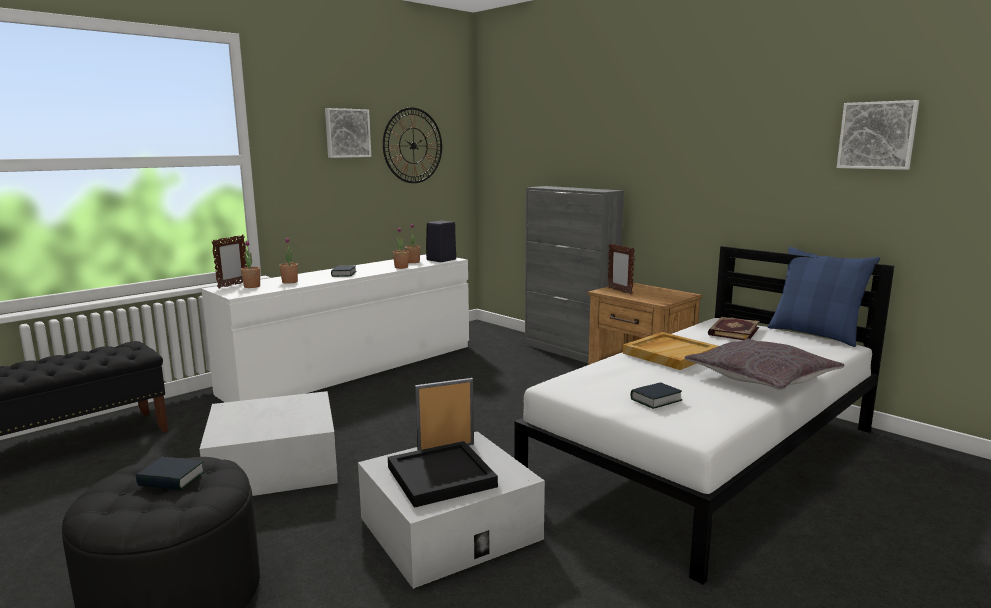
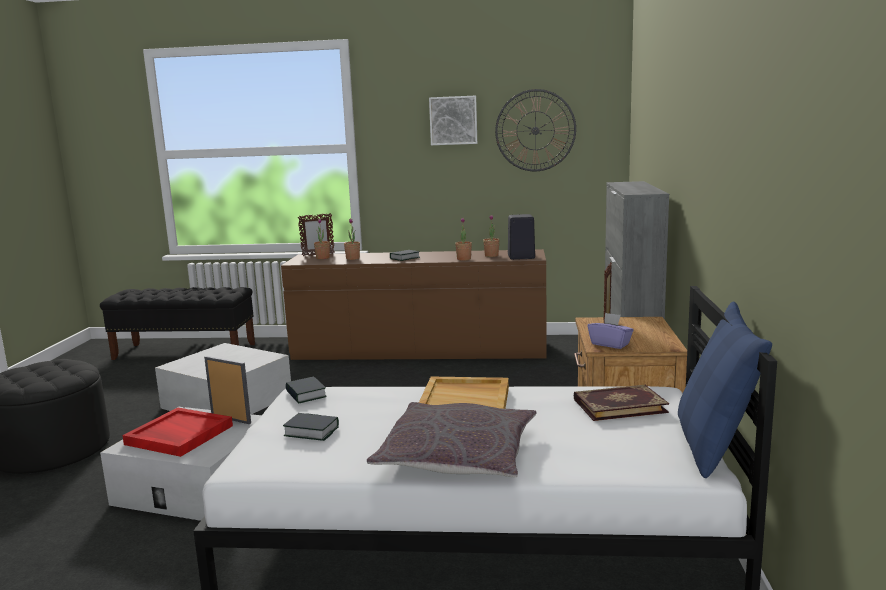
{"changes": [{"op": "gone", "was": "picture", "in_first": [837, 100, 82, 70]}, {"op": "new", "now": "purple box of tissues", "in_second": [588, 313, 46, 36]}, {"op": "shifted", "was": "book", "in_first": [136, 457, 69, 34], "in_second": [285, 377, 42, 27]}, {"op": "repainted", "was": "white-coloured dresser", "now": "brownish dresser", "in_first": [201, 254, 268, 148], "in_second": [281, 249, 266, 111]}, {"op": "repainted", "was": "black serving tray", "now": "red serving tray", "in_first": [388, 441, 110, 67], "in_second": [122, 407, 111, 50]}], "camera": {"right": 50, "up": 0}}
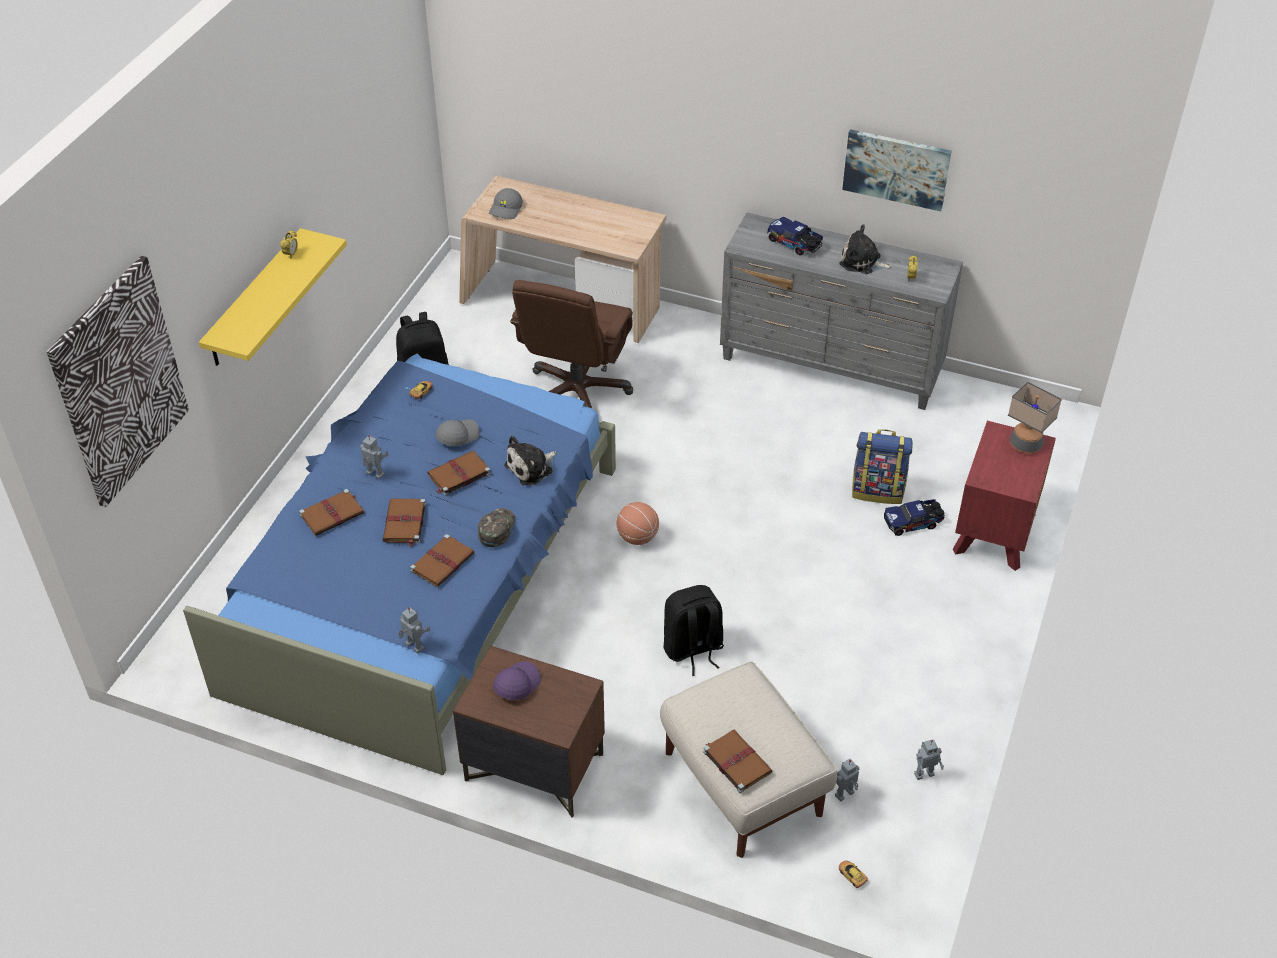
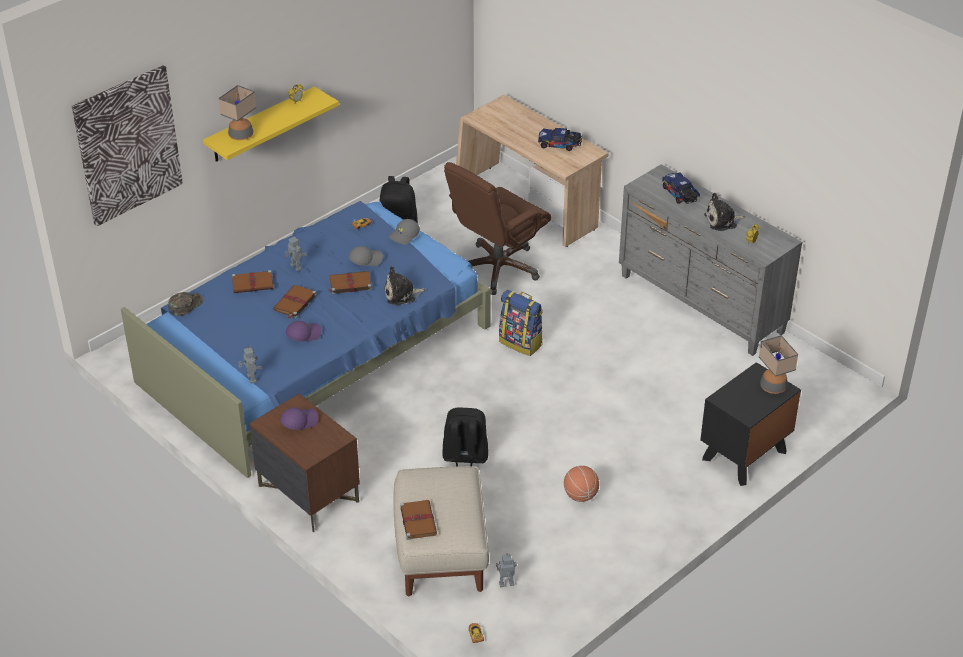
{"changes": [{"op": "gone", "was": "picture", "in_first": [842, 129, 110, 82]}, {"op": "gone", "was": "model robot", "in_first": [914, 739, 30, 41]}, {"op": "new", "now": "lamp for a table", "in_second": [219, 85, 37, 55]}, {"op": "shifted", "was": "greenish baseball cap", "in_first": [478, 508, 38, 39], "in_second": [168, 292, 36, 24]}, {"op": "shifted", "was": "grey baseball cap", "in_first": [489, 188, 34, 31], "in_second": [389, 219, 31, 26]}, {"op": "shifted", "was": "basketball", "in_first": [617, 502, 42, 43], "in_second": [564, 466, 35, 36]}, {"op": "shifted", "was": "knapsack", "in_first": [852, 429, 61, 75], "in_second": [499, 290, 44, 66]}, {"op": "shifted", "was": "toy lorry", "in_first": [884, 499, 60, 37], "in_second": [538, 128, 44, 23]}, {"op": "swapped", "was": "brownish book", "now": "purple baseball cap", "in_first": [410, 534, 65, 53], "in_second": [286, 321, 35, 21]}, {"op": "repainted", "was": "red bedside table", "now": "black bedside table", "in_first": [953, 421, 103, 150], "in_second": [700, 362, 101, 124]}, {"op": "rotated", "was": "soft toy", "in_first": [840, 224, 53, 50], "in_second": [704, 193, 41, 38], "clockwise": -60}], "camera": {"right": 25, "up": -5}}
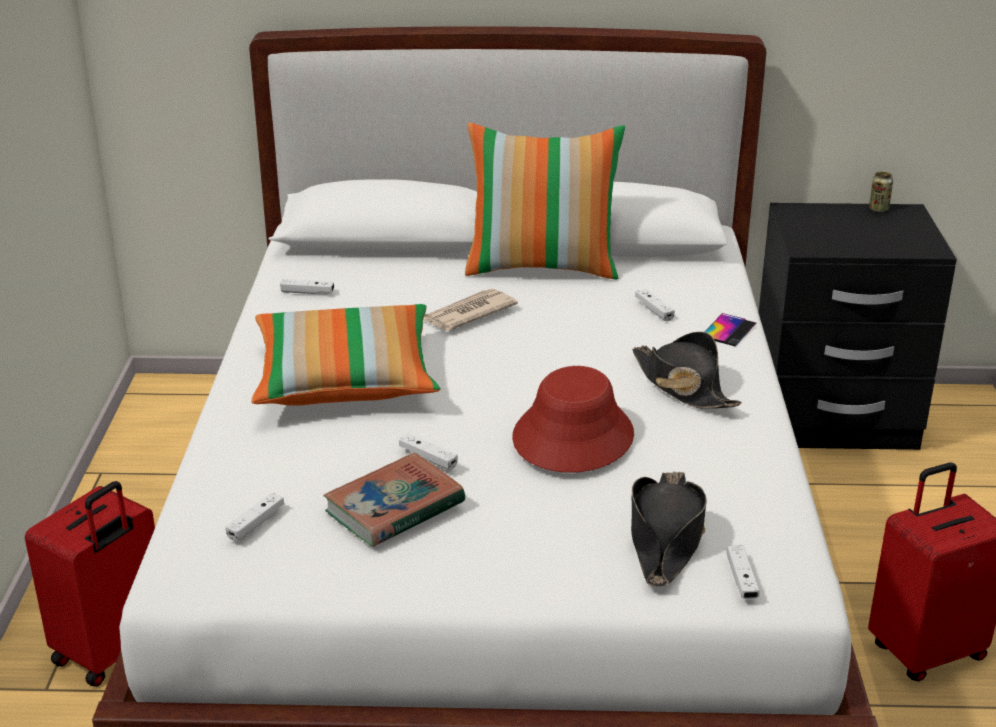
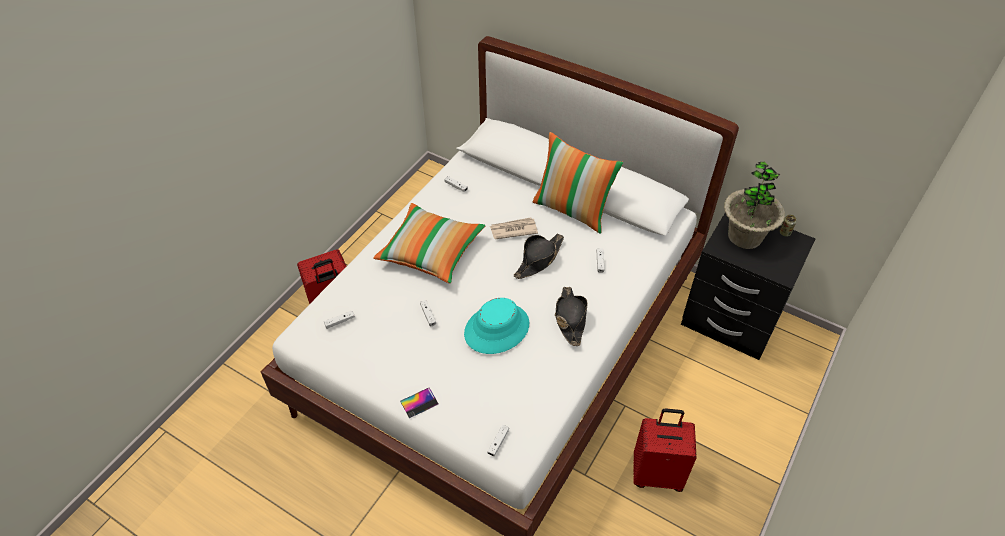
{"changes": [{"op": "gone", "was": "book", "in_first": [323, 453, 142, 94]}, {"op": "new", "now": "houseplant", "in_second": [724, 162, 61, 87]}, {"op": "shifted", "was": "black clothing hat", "in_first": [631, 472, 76, 114], "in_second": [514, 233, 50, 46]}, {"op": "shifted", "was": "telephone", "in_first": [704, 313, 52, 33], "in_second": [400, 388, 39, 30]}, {"op": "repainted", "was": "red clothing hat", "now": "turquoise-coloured clothing hat", "in_first": [512, 366, 122, 107], "in_second": [464, 298, 65, 56]}], "camera": {"right": 30, "up": 20}}
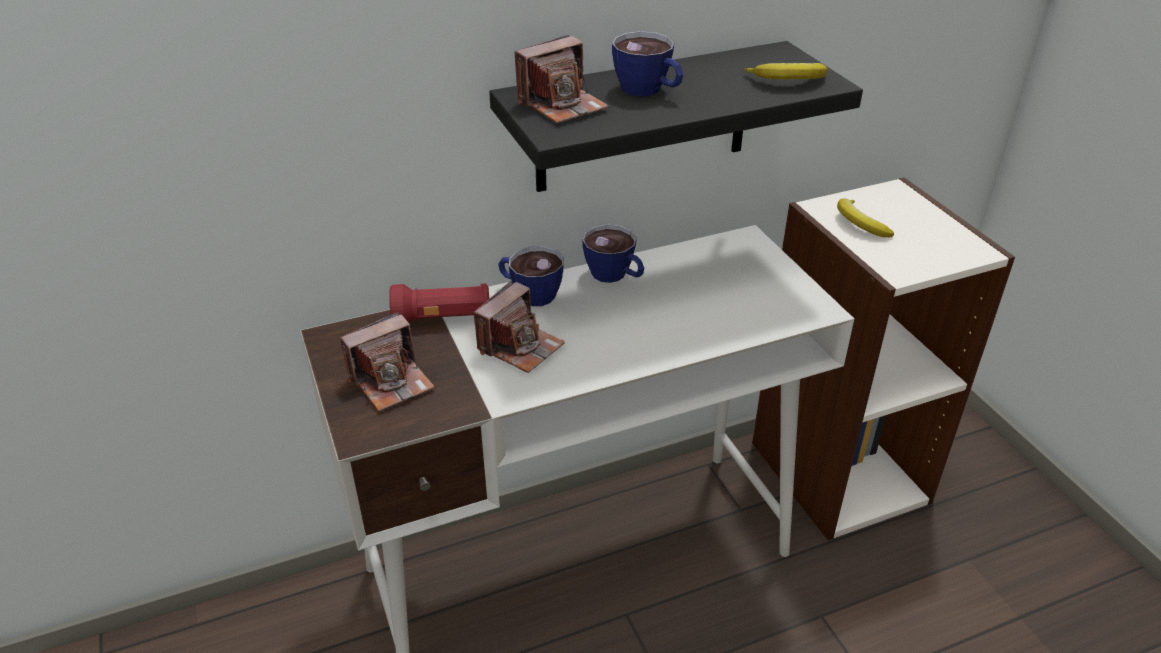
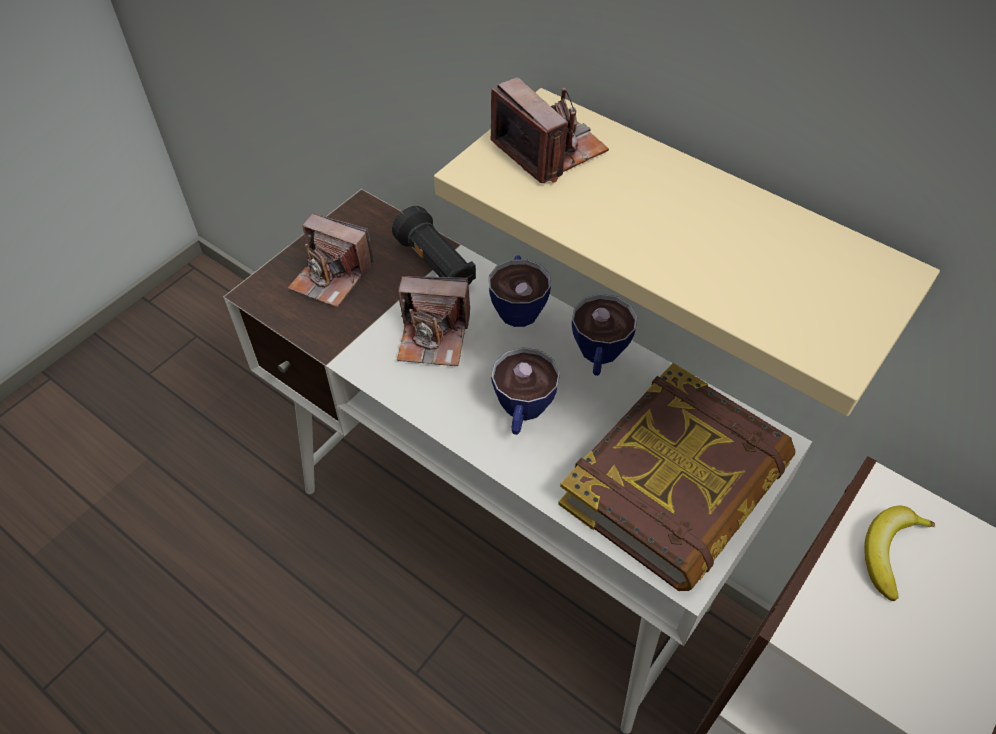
{"changes": [{"op": "gone", "was": "banana", "in_first": [744, 63, 84, 16]}, {"op": "new", "now": "book", "in_second": [558, 363, 237, 228]}, {"op": "shifted", "was": "cup", "in_first": [612, 31, 71, 65], "in_second": [491, 347, 69, 88]}, {"op": "repainted", "was": "red hand torch", "now": "black hand torch", "in_first": [389, 283, 100, 40], "in_second": [392, 206, 84, 79]}, {"op": "repainted", "was": "black shelf", "now": "beige shelf", "in_first": [489, 41, 374, 151], "in_second": [434, 88, 506, 328]}, {"op": "rotated", "was": "photo camera", "in_first": [515, 35, 94, 88], "in_second": [491, 77, 118, 106], "clockwise": -150}], "camera": {"right": 60, "up": 15}}
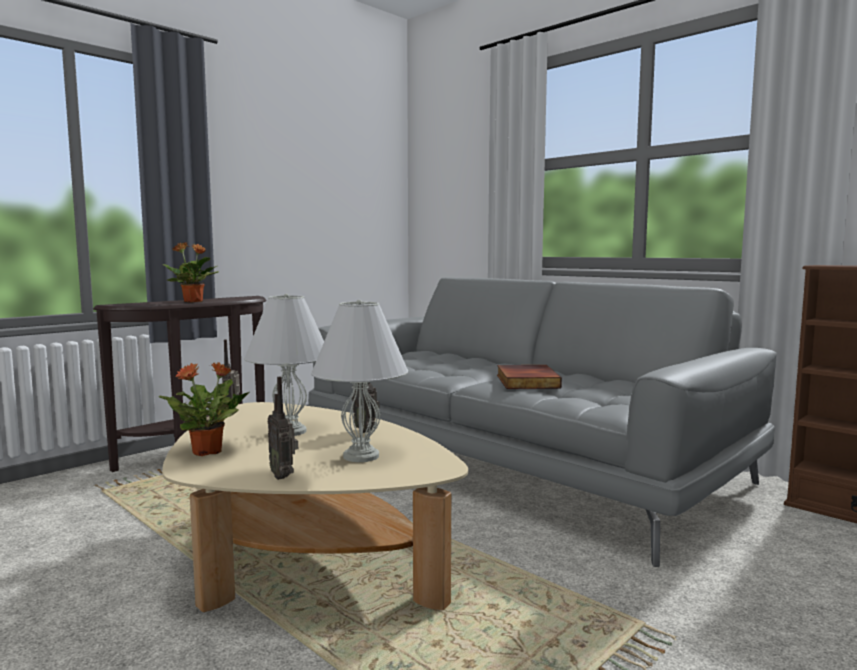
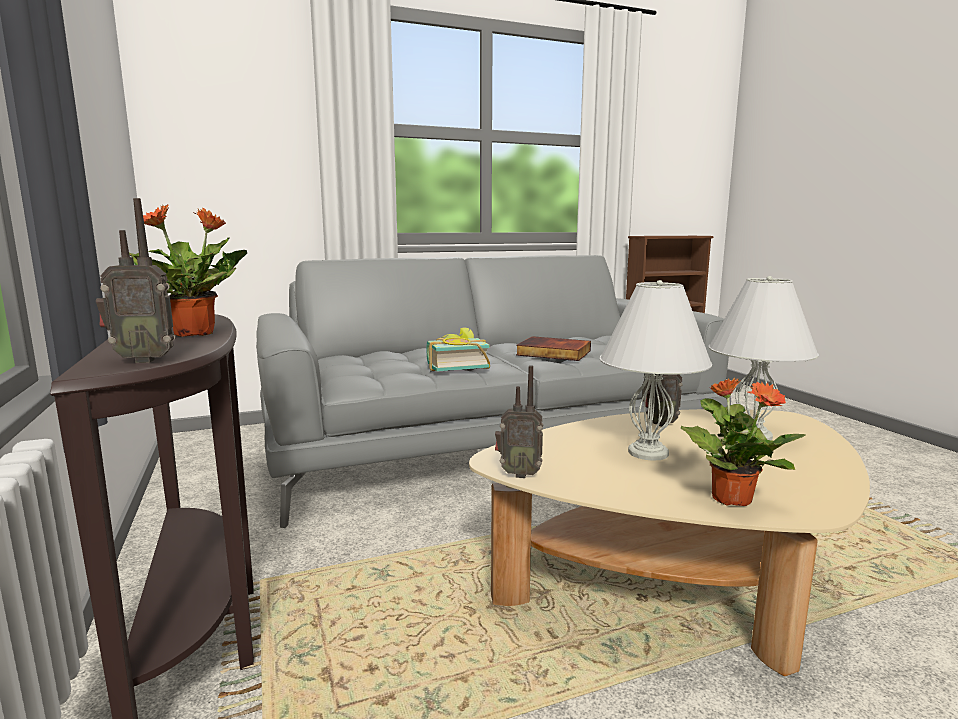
{"changes": [{"op": "new", "now": "book", "in_second": [426, 327, 64, 44]}, {"op": "shifted", "was": "radio", "in_first": [268, 377, 30, 103], "in_second": [96, 198, 80, 165]}], "camera": {"right": -65, "up": 5}}
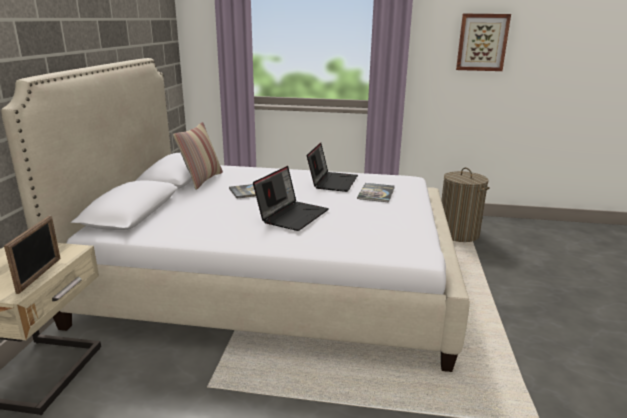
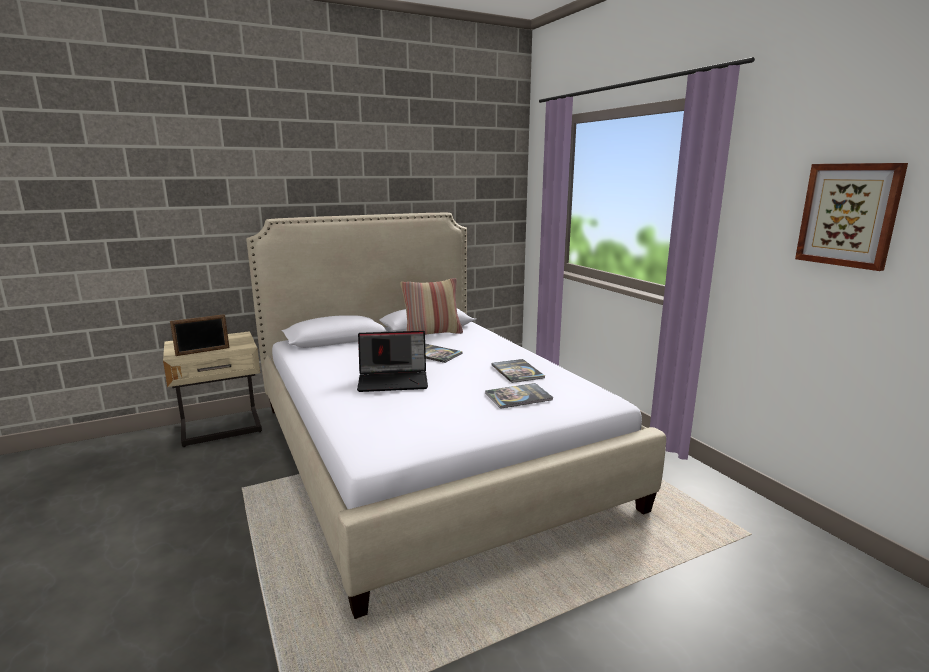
{"changes": [{"op": "gone", "was": "hamper", "in_first": [441, 168, 49, 74]}, {"op": "swapped", "was": "notebook computer", "now": "book", "in_first": [307, 143, 51, 49], "in_second": [491, 359, 54, 24]}], "camera": {"right": 55, "up": -5}}
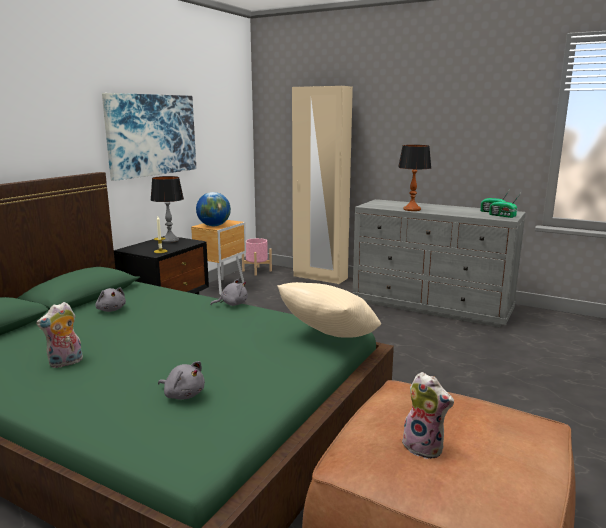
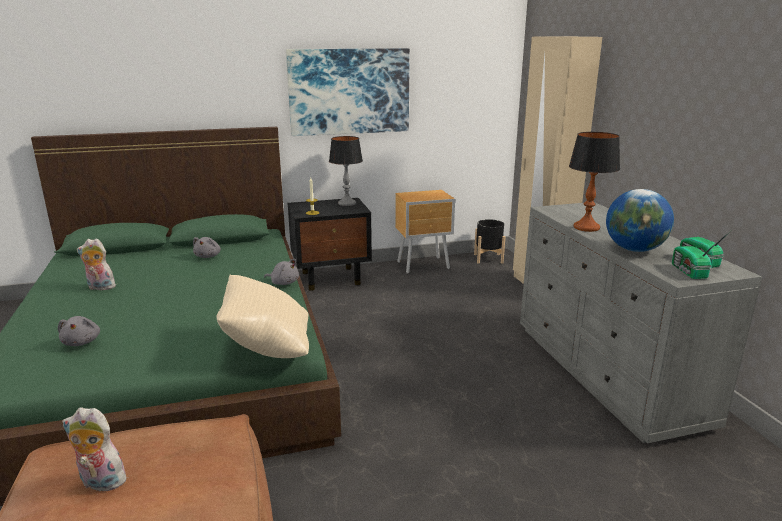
{"changes": [{"op": "shifted", "was": "desk globe", "in_first": [196, 192, 35, 34], "in_second": [606, 189, 68, 63]}, {"op": "repainted", "was": "pink planter", "now": "black planter", "in_first": [242, 238, 30, 38], "in_second": [474, 219, 31, 45]}, {"op": "rotated", "was": "soft toy", "in_first": [402, 372, 52, 87], "in_second": [62, 407, 65, 85], "clockwise": 105}], "camera": {"right": 45, "up": 5}}
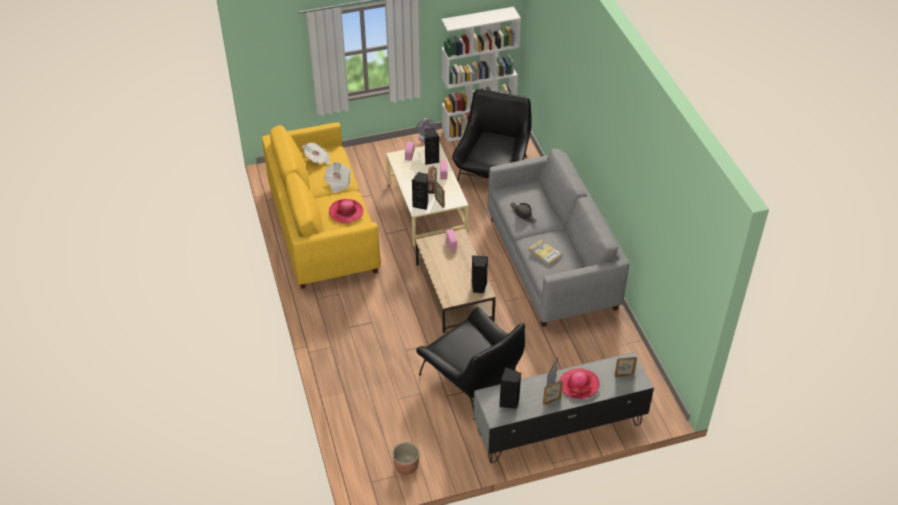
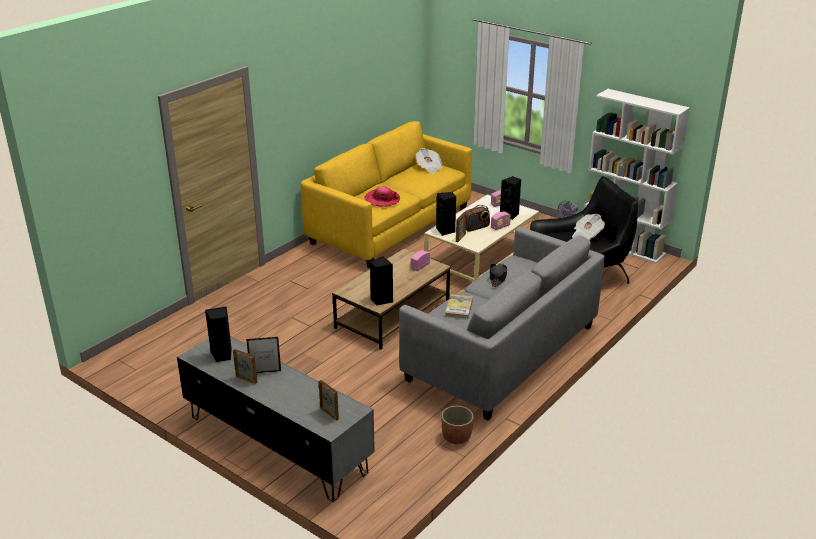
{"changes": [{"op": "gone", "was": "black armchair", "in_first": [416, 307, 109, 113]}, {"op": "gone", "was": "clothing hat", "in_first": [559, 368, 41, 31]}, {"op": "shifted", "was": "newspaper", "in_first": [324, 162, 27, 31], "in_second": [572, 214, 33, 27]}, {"op": "shifted", "was": "planter", "in_first": [392, 442, 27, 33], "in_second": [441, 406, 32, 38]}], "camera": {"right": 55, "up": -15}}
